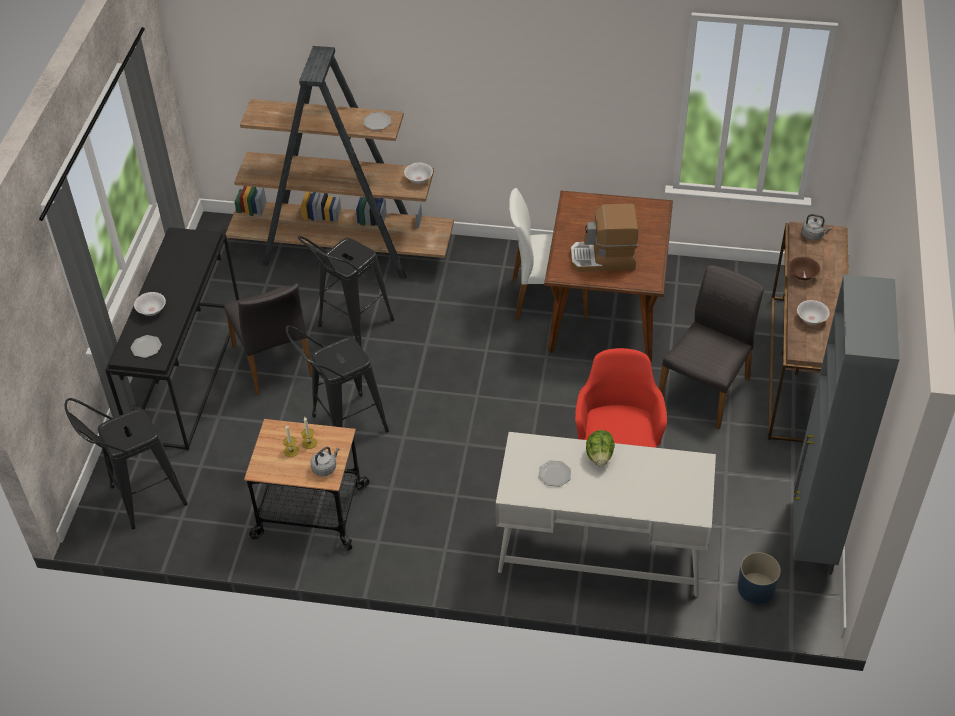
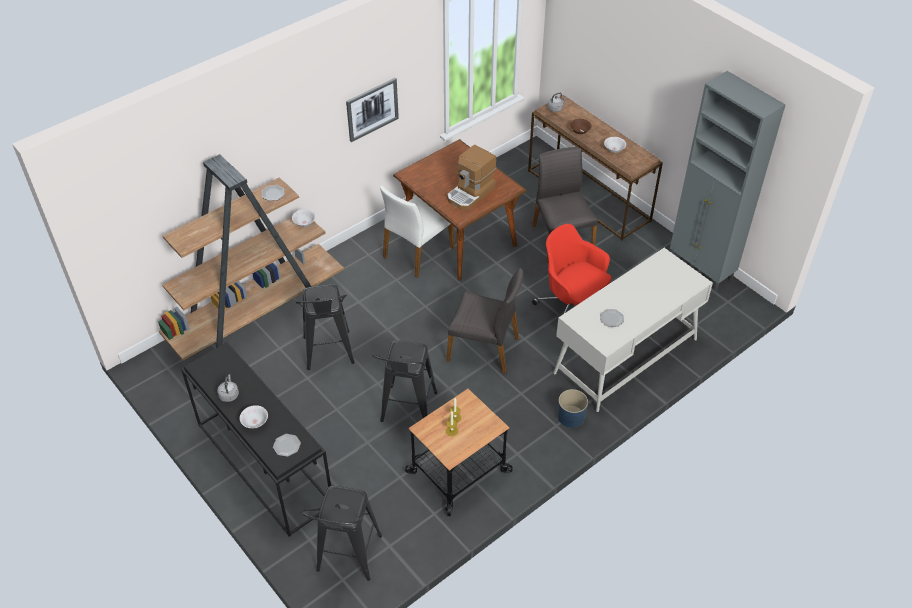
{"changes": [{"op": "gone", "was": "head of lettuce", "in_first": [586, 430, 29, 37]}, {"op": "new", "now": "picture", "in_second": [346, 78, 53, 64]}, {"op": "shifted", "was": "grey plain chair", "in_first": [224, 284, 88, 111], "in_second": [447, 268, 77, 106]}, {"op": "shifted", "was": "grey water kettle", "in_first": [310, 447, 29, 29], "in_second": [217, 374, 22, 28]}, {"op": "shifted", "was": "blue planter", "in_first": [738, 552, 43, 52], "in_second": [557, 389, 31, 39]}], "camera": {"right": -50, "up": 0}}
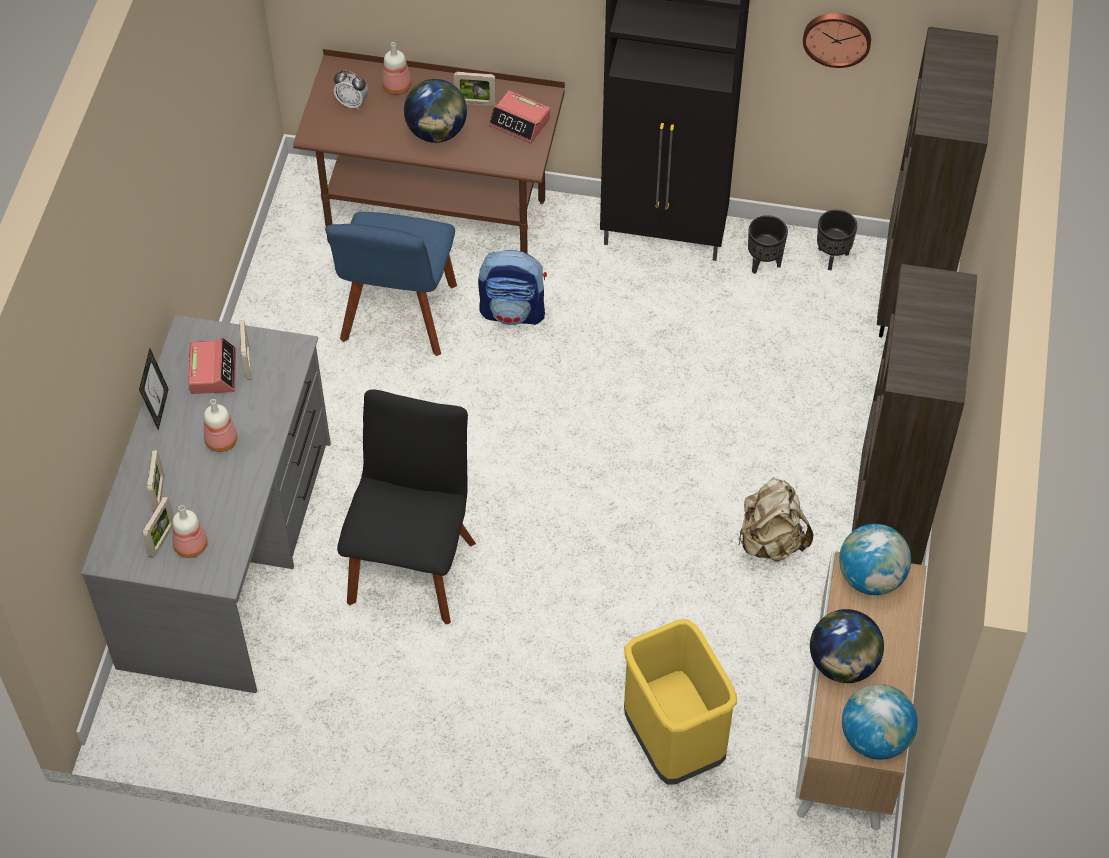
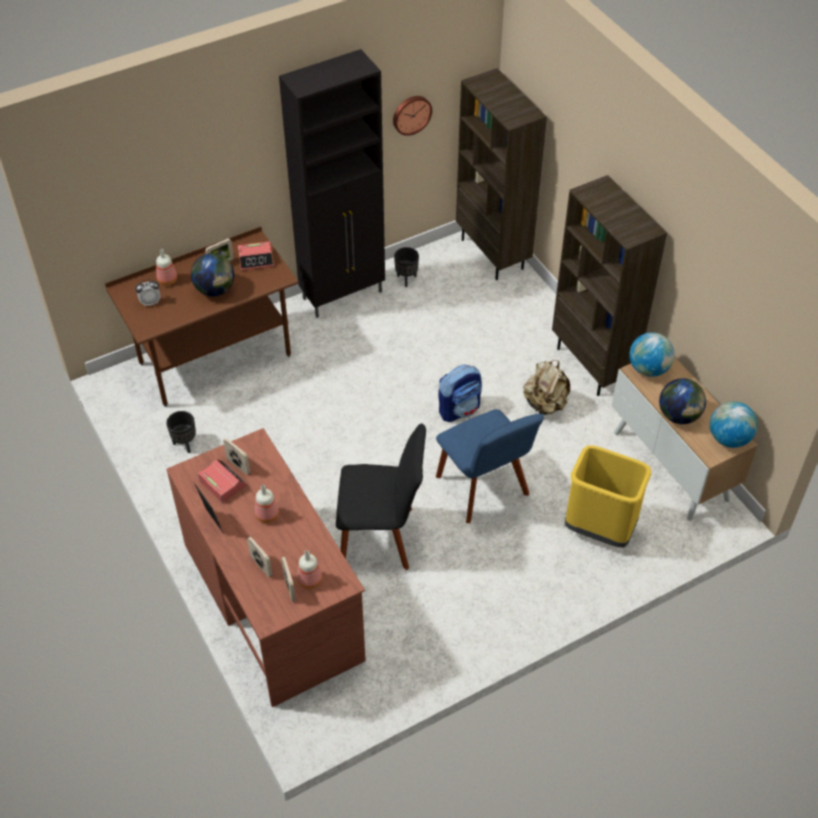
{"changes": [{"op": "shifted", "was": "blue plain chair", "in_first": [325, 212, 132, 144], "in_second": [436, 409, 108, 114]}, {"op": "shifted", "was": "knapsack", "in_first": [478, 250, 69, 75], "in_second": [438, 365, 44, 57]}, {"op": "shifted", "was": "black planter", "in_first": [817, 209, 40, 61], "in_second": [166, 411, 30, 42]}, {"op": "repainted", "was": "grey desk unit", "now": "brownish desk unit", "in_first": [81, 315, 250, 378], "in_second": [166, 428, 200, 279]}, {"op": "rotated", "was": "black plain chair", "in_first": [337, 389, 139, 235], "in_second": [336, 424, 90, 146], "clockwise": 120}], "camera": {"right": -40, "up": -5}}
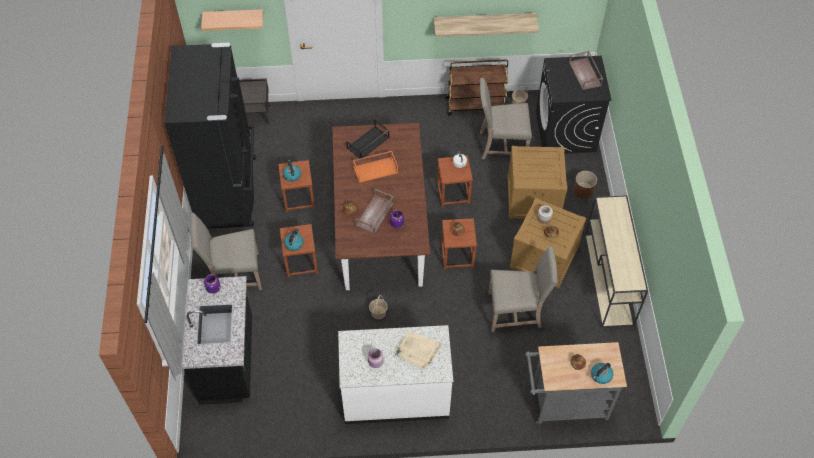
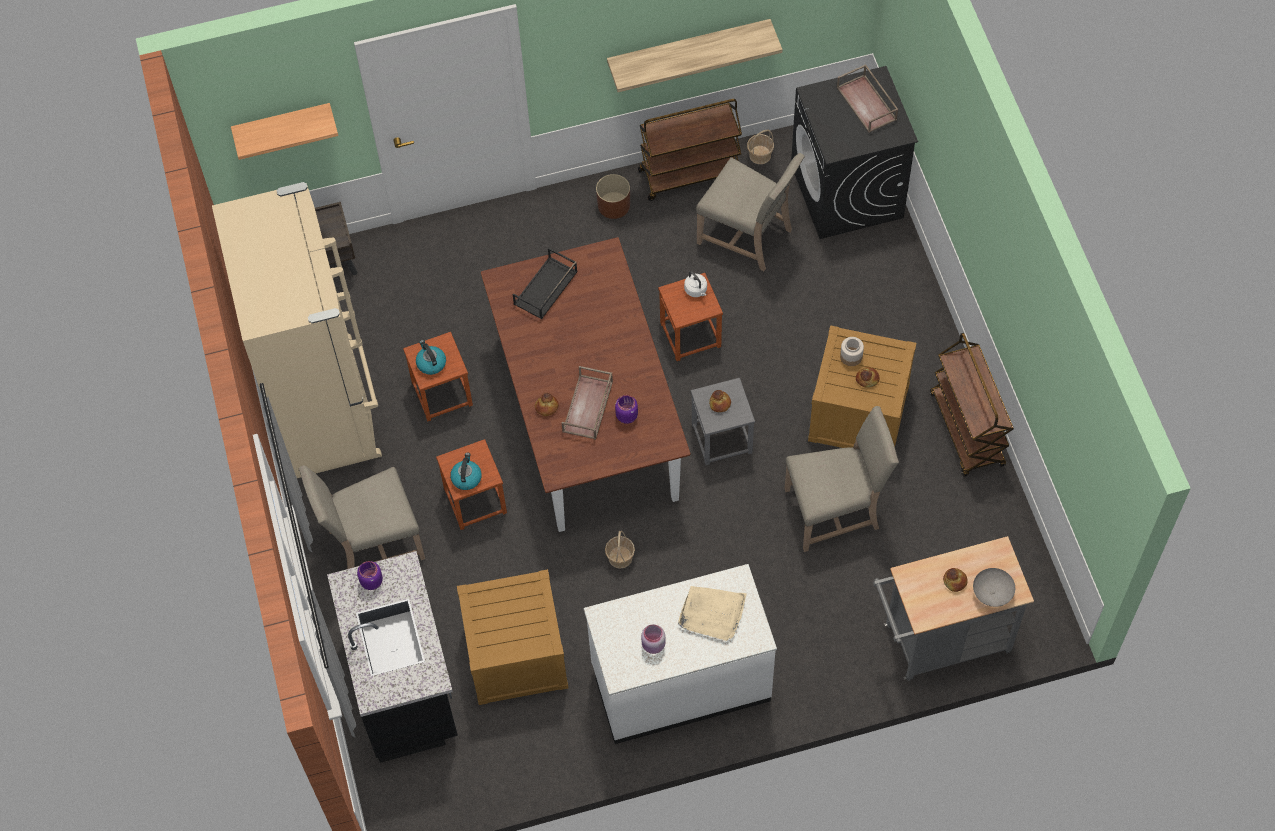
{"changes": [{"op": "gone", "was": "orange serving tray", "in_first": [353, 151, 45, 32]}, {"op": "shifted", "was": "shipping crate", "in_first": [507, 146, 60, 73], "in_second": [457, 569, 111, 136]}, {"op": "shifted", "was": "brownish planter", "in_first": [573, 171, 24, 28], "in_second": [596, 174, 34, 45]}, {"op": "swapped", "was": "beige console table", "now": "brownish wheeled cart", "in_first": [584, 195, 64, 133], "in_second": [930, 333, 84, 144]}, {"op": "swapped", "was": "water kettle", "now": "grey deep dish", "in_first": [591, 363, 22, 21], "in_second": [973, 568, 42, 39]}, {"op": "repainted", "was": "black fridge", "now": "beige fridge", "in_first": [164, 43, 92, 186], "in_second": [212, 182, 170, 296]}, {"op": "repainted", "was": "brownish sitting stool", "now": "grey sitting stool", "in_first": [441, 218, 36, 51], "in_second": [691, 378, 64, 87]}, {"op": "rotated", "was": "beige plain chair", "in_first": [480, 78, 52, 81], "in_second": [696, 153, 109, 118], "clockwise": -135}], "camera": {"right": -10, "up": 5}}
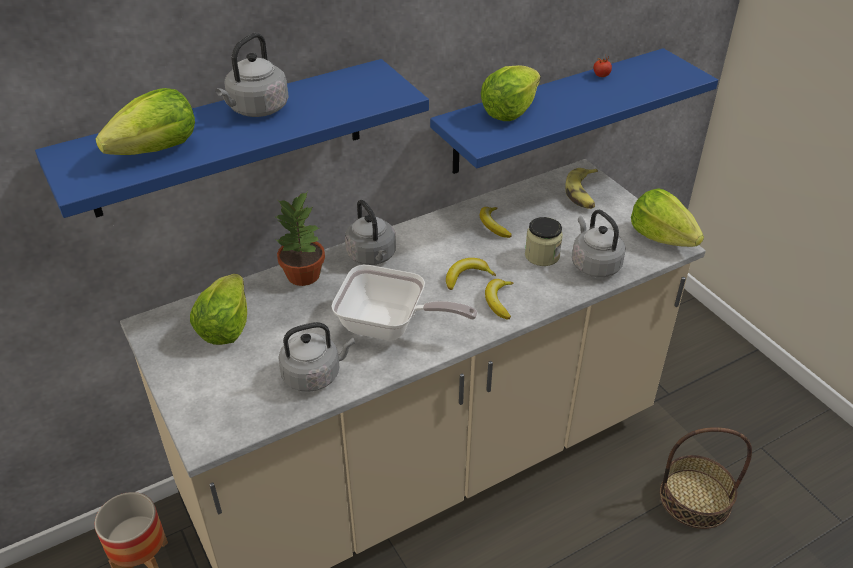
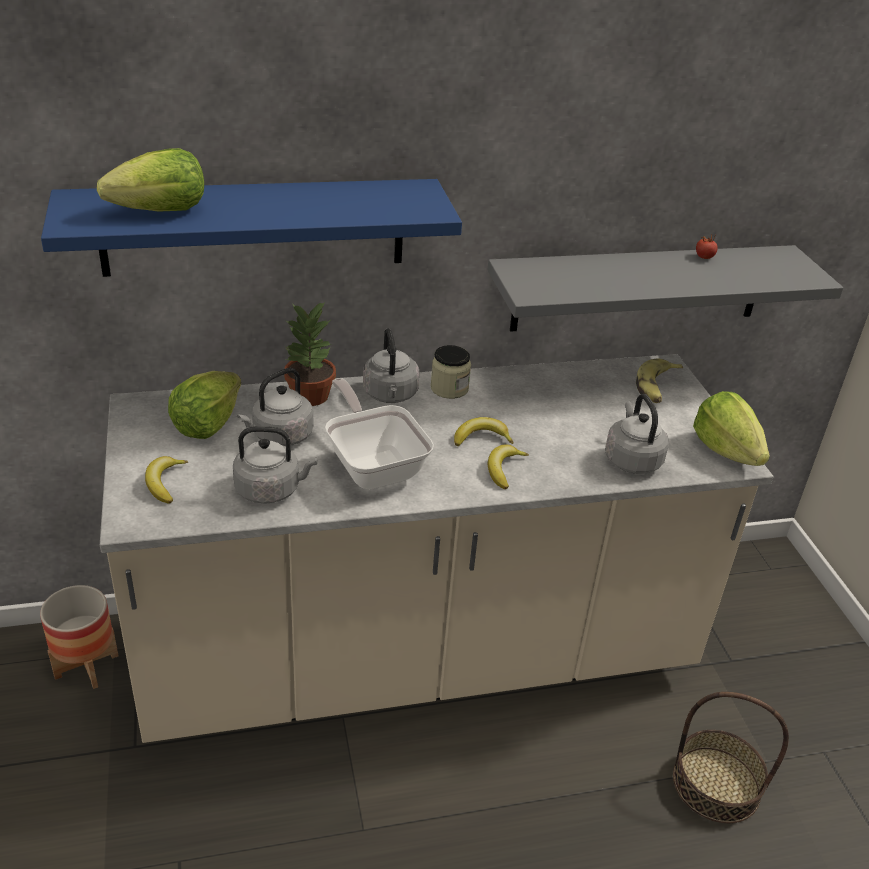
{"changes": [{"op": "gone", "was": "head of lettuce", "in_first": [481, 65, 59, 56]}, {"op": "shifted", "was": "grey water kettle", "in_first": [215, 33, 74, 84], "in_second": [237, 368, 76, 78]}, {"op": "shifted", "was": "banana", "in_first": [480, 207, 32, 31], "in_second": [145, 456, 43, 48]}, {"op": "shifted", "was": "jar", "in_first": [525, 217, 38, 49], "in_second": [431, 345, 40, 54]}, {"op": "repainted", "was": "blue shelf", "now": "grey shelf", "in_first": [430, 48, 288, 126], "in_second": [487, 245, 356, 87]}, {"op": "rotated", "was": "pan", "in_first": [331, 265, 146, 76], "in_second": [325, 378, 109, 112], "clockwise": -150}], "camera": {"right": 15, "up": -5}}
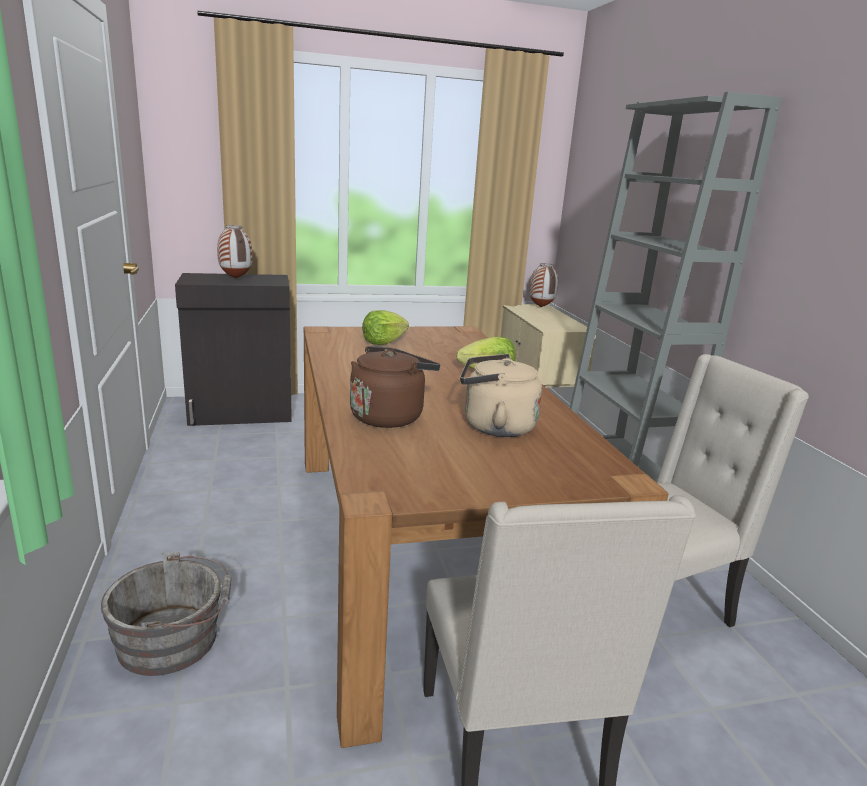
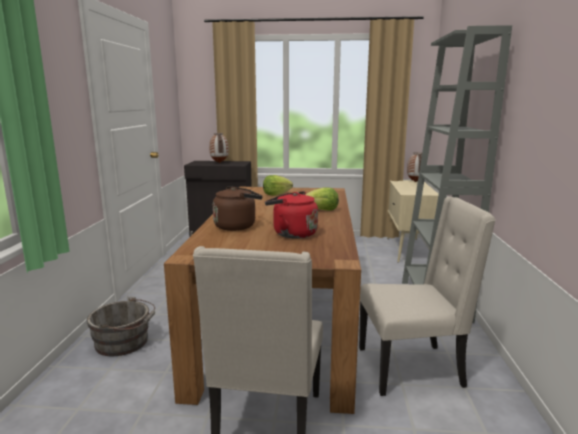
{"changes": [{"op": "repainted", "was": "beige water kettle", "now": "red water kettle", "in_first": [460, 354, 82, 83], "in_second": [265, 191, 53, 48]}], "camera": {"right": 20, "up": -5}}
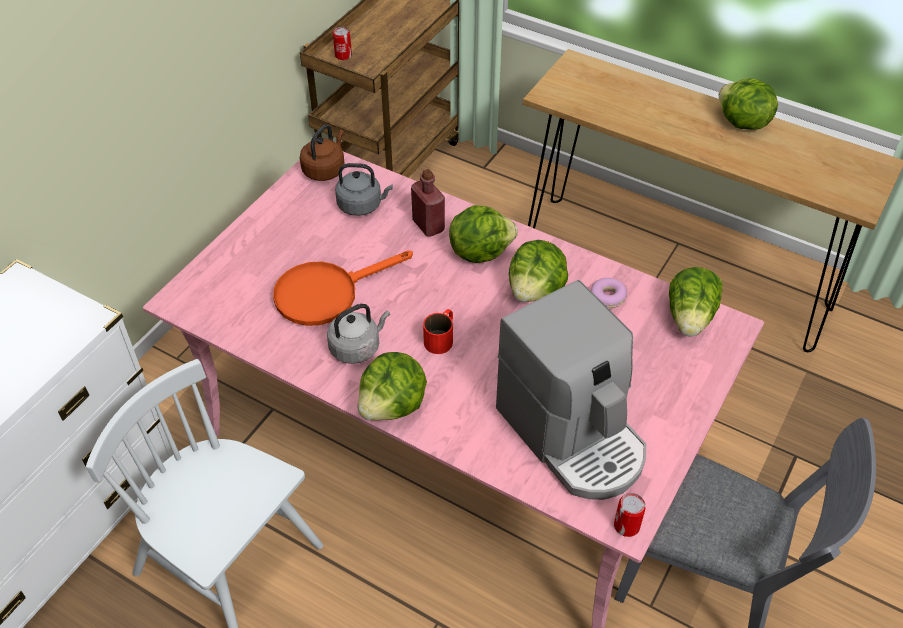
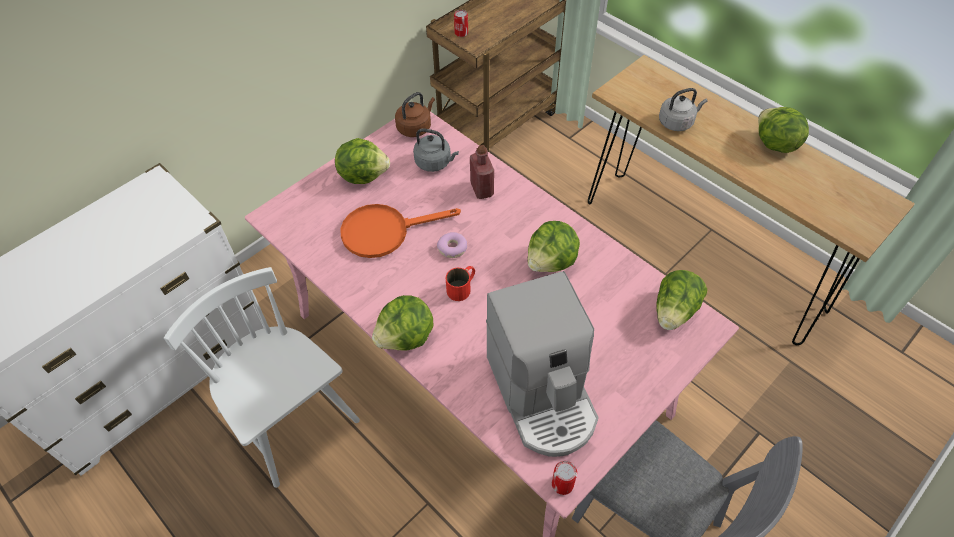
{"changes": [{"op": "shifted", "was": "grey water kettle", "in_first": [327, 304, 63, 60], "in_second": [659, 88, 48, 43]}, {"op": "shifted", "was": "head of lettuce", "in_first": [449, 205, 69, 58], "in_second": [335, 138, 55, 46]}, {"op": "shifted", "was": "doughnut", "in_first": [591, 278, 36, 30], "in_second": [437, 232, 30, 26]}], "camera": {"right": 15, "up": 5}}
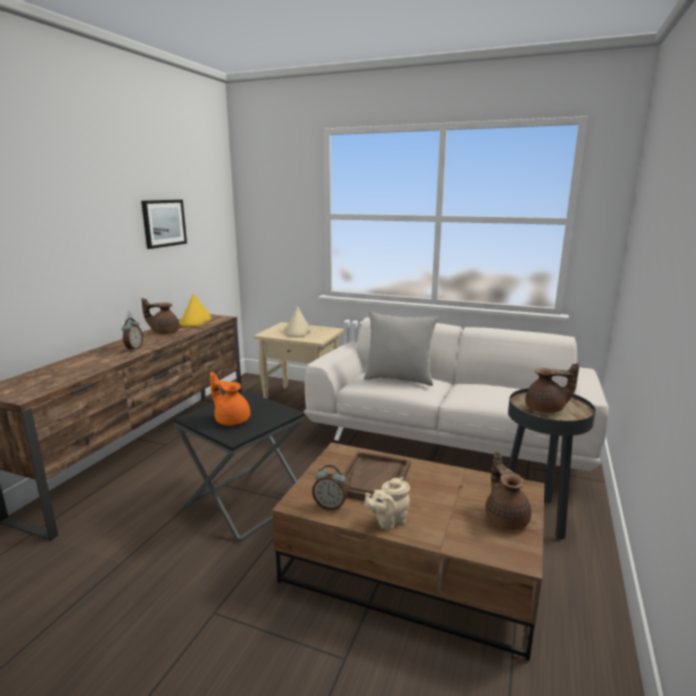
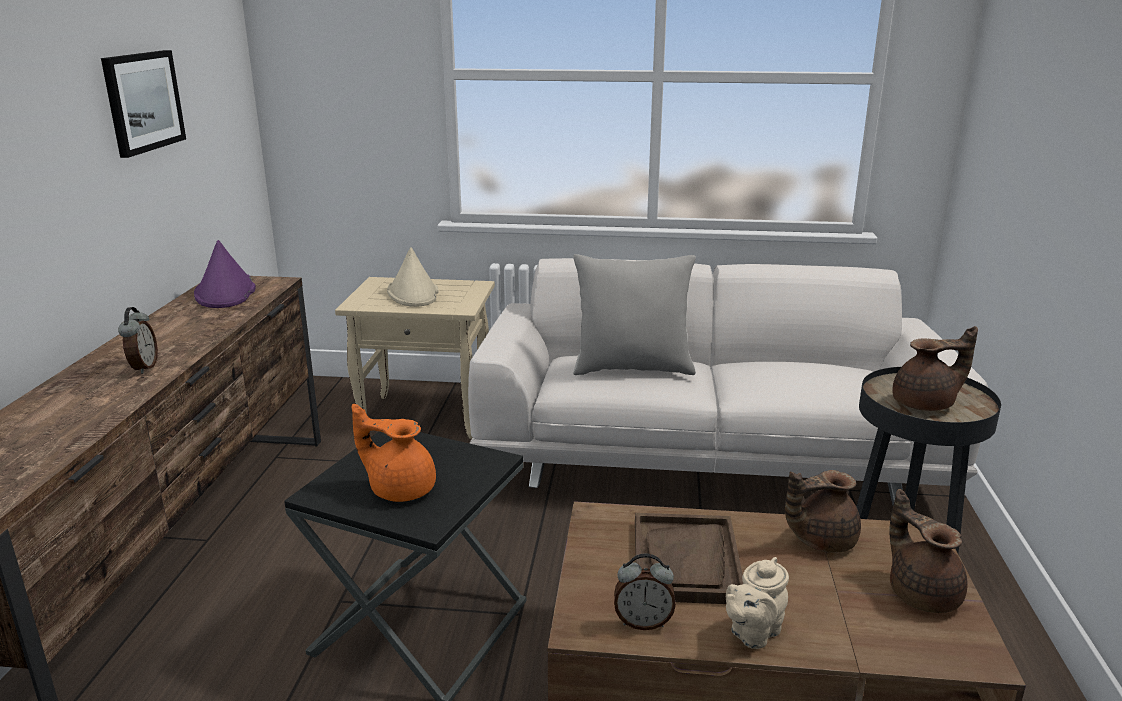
{"changes": [{"op": "shifted", "was": "brownish tea pot", "in_first": [141, 298, 38, 36], "in_second": [785, 470, 76, 83]}, {"op": "repainted", "was": "yellow-coloured clothing hat", "now": "purple clothing hat", "in_first": [179, 294, 33, 33], "in_second": [194, 240, 62, 68]}], "camera": {"right": -15, "up": 5}}
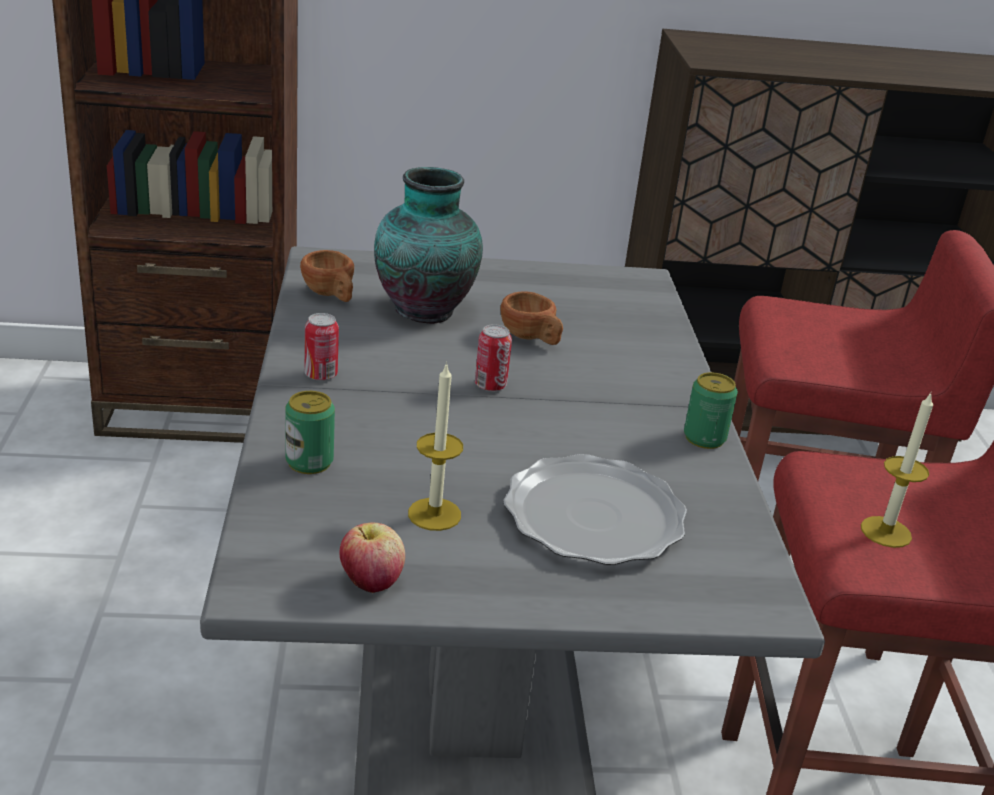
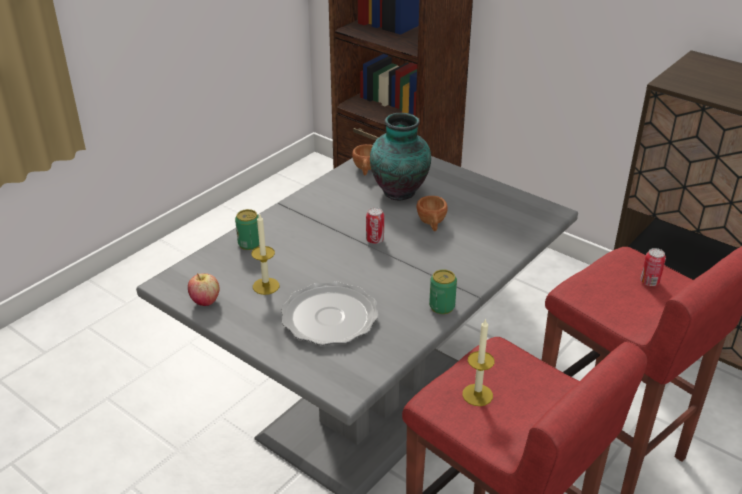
{"changes": [{"op": "shifted", "was": "can", "in_first": [305, 313, 34, 68], "in_second": [640, 248, 26, 38]}], "camera": {"right": 45, "up": 5}}
